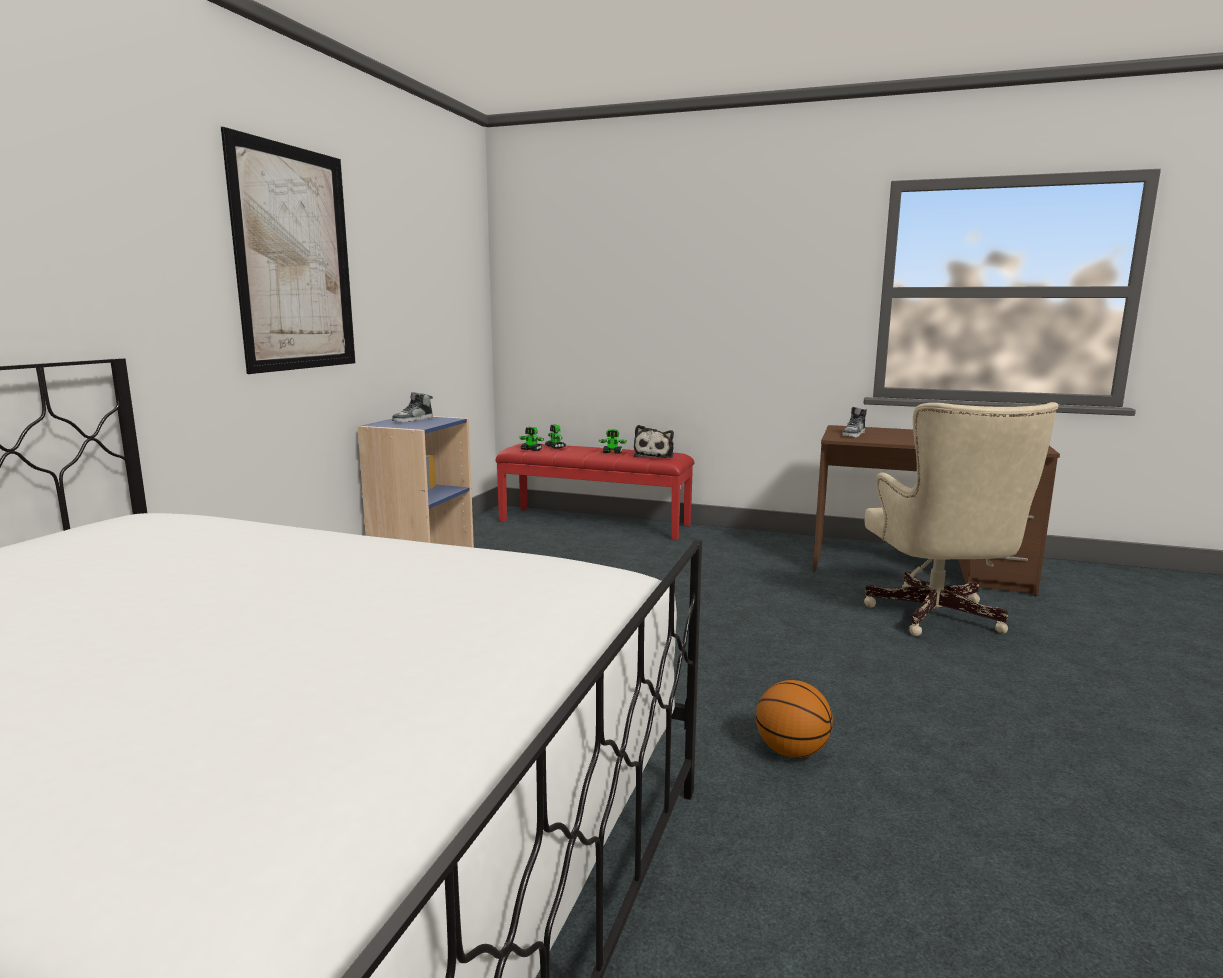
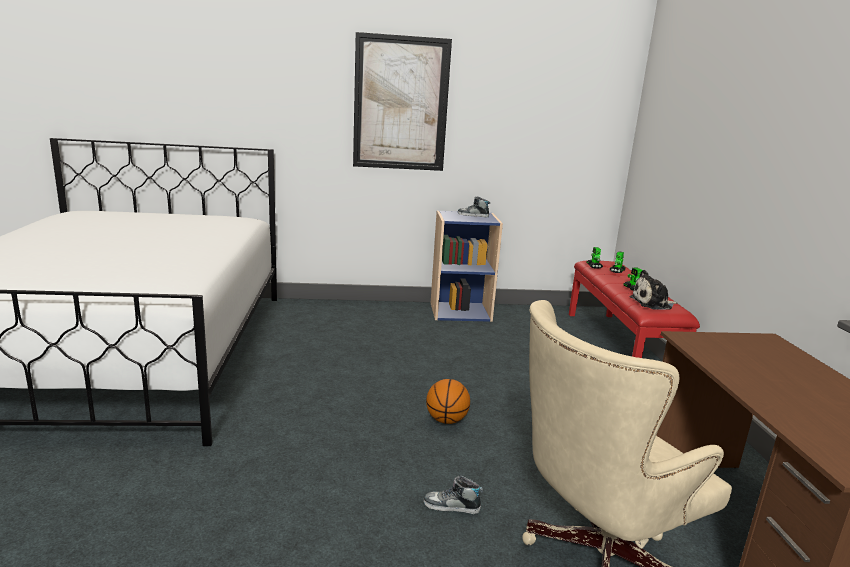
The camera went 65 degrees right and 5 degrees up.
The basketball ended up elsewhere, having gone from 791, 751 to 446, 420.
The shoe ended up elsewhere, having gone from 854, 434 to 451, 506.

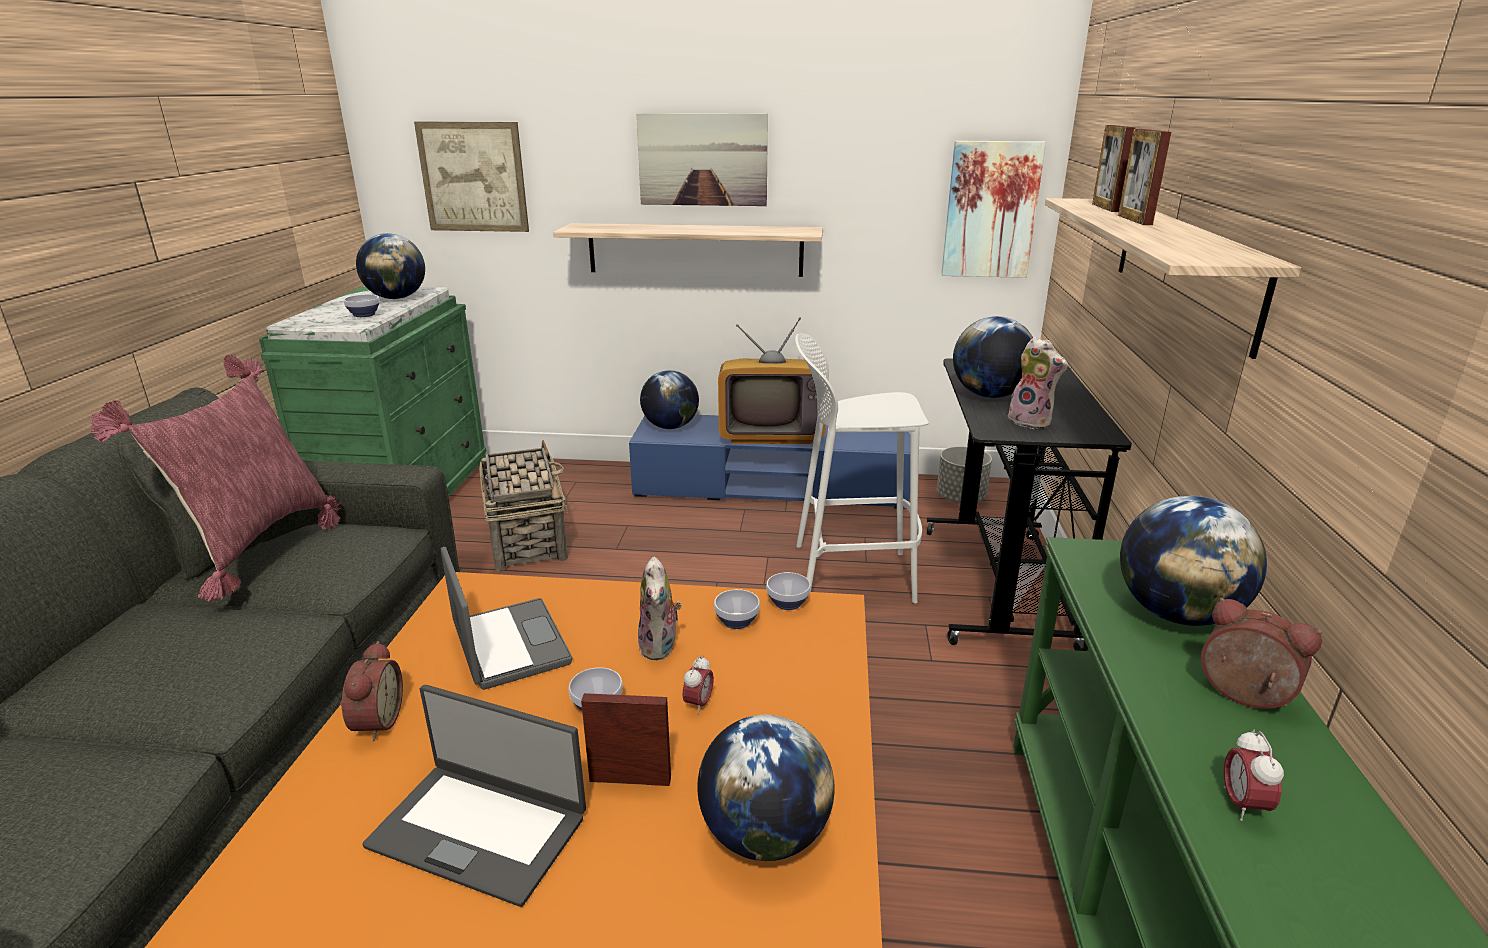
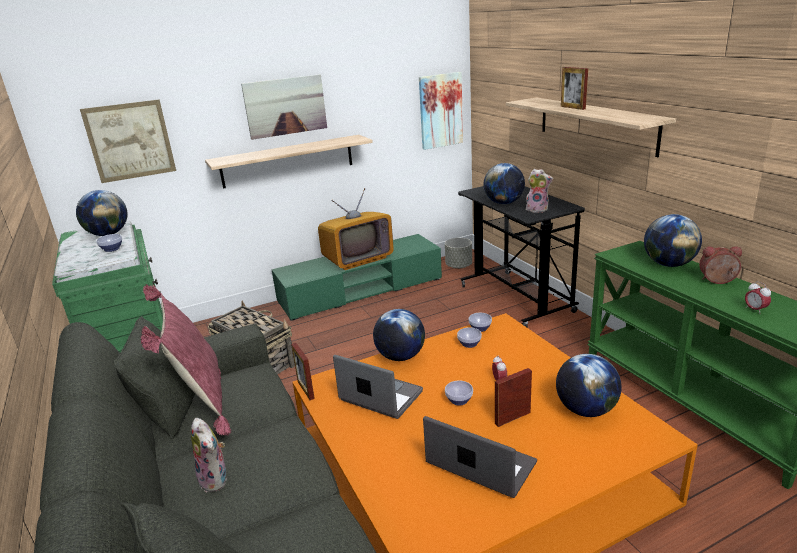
The camera went 30 degrees left and 0 degrees up.
The second view lost the alarm clock at 375, 722.
The second view lost the white stool at 849, 576.
The plush toy ended up elsewhere, having gone from 660, 647 to 216, 479.
The globe ended up elsewhere, having gone from 670, 427 to 400, 356.
The picture frame ended up elsewhere, having gone from 1105, 207 to 306, 390.
What was the blue tv stand at 771, 486 turned into the green tv stand at 361, 290.
The laptop at 479, 829 ended up facing another way, 135 degrees counterclockwise from before.

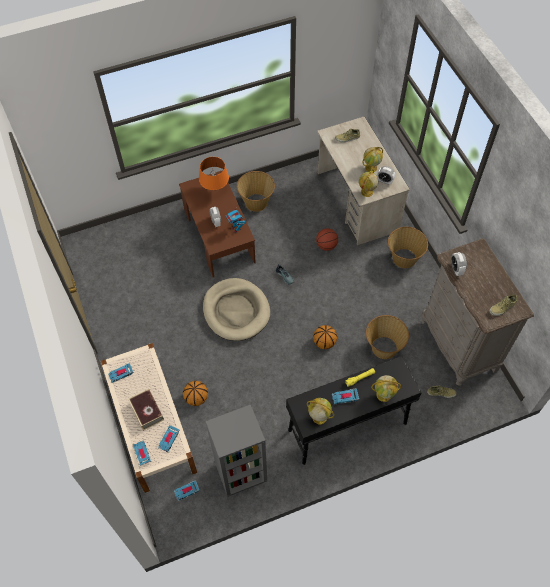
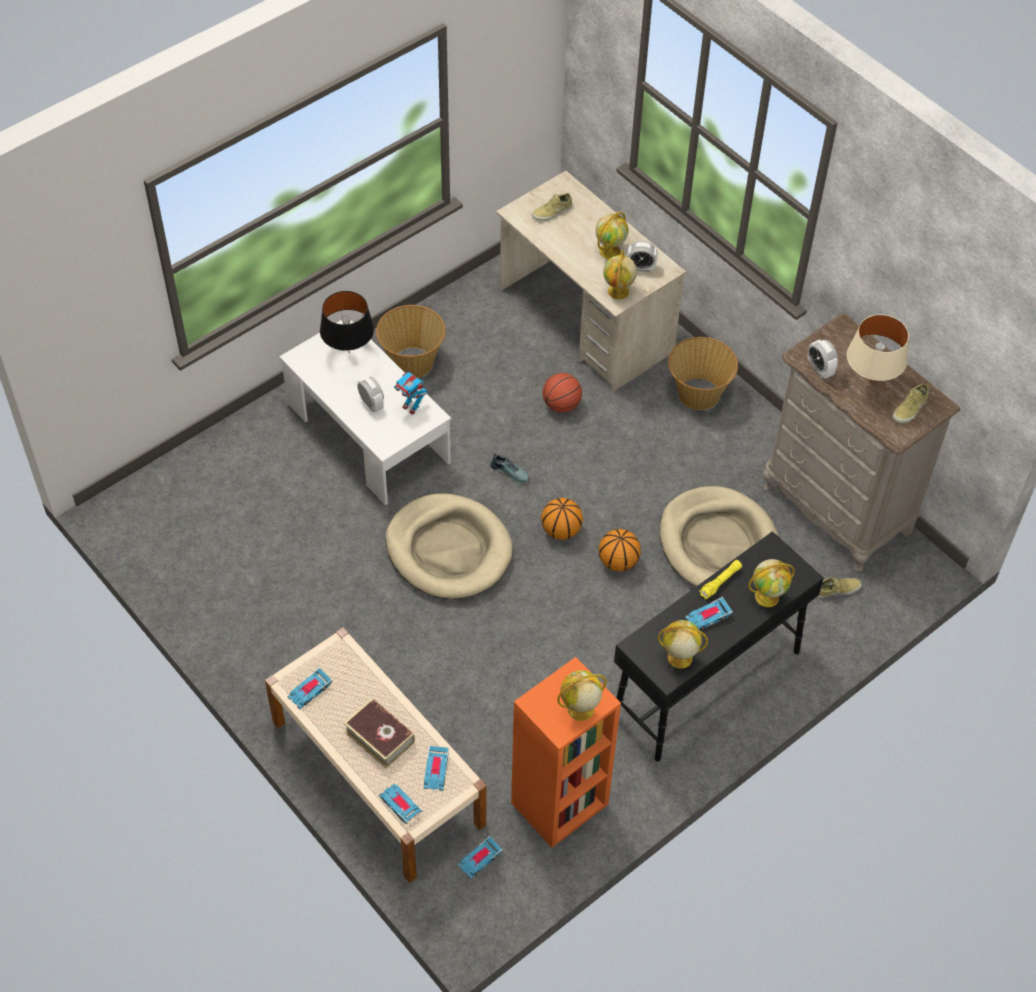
The camera went 20 degrees left and 5 degrees down.
The second view gained the globe at 579, 709.
The second view gained the beige table lamp at 869, 382.
The basketball ended up elsewhere, having gone from 196, 398 to 560, 530.
Where the basket stood at 383, 347, the beige dog bed came to stand at 718, 544.
What was the brown coffee table at 219, 235 turned into the white coffee table at 368, 433.
What was the orange table lamp at 215, 190 turned into the black table lamp at 349, 353.
What was the grey bookcase at 240, 473 turned into the orange bookcase at 559, 805.

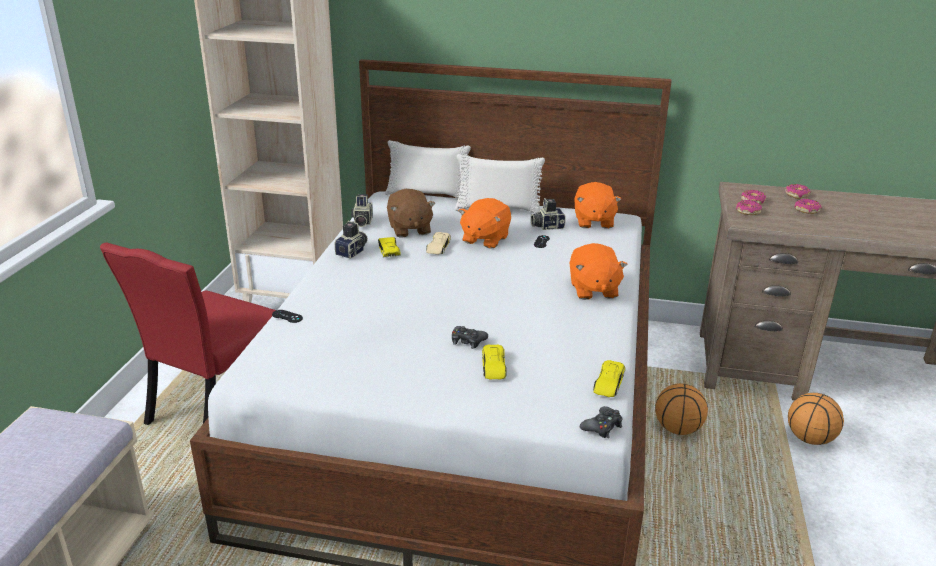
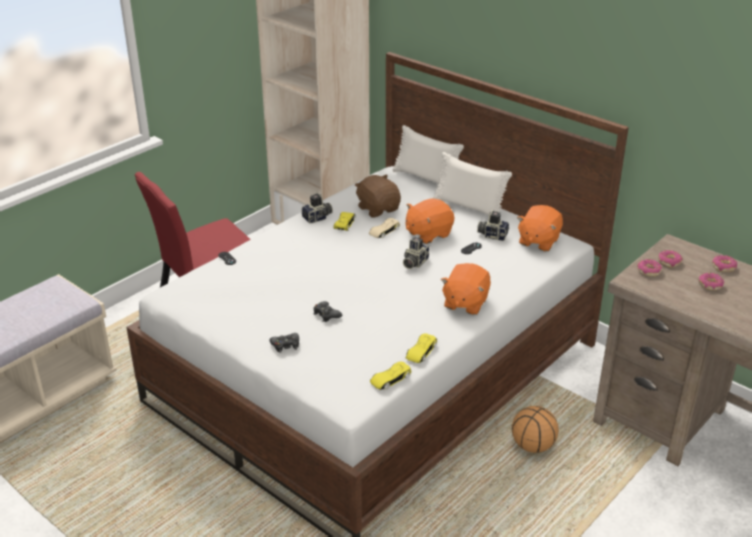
The camera went 30 degrees right and 5 degrees up.
The second view lost the basketball at 810, 439.
The photo camera ended up elsewhere, having gone from 362, 222 to 414, 262.
The yellow toy car ended up elsewhere, having gone from 494, 366 to 421, 351.
The black game controller ended up elsewhere, having gone from 602, 427 to 285, 345.
The brown plush toy at 409, 229 ended up facing another way, 135 degrees clockwise from before.

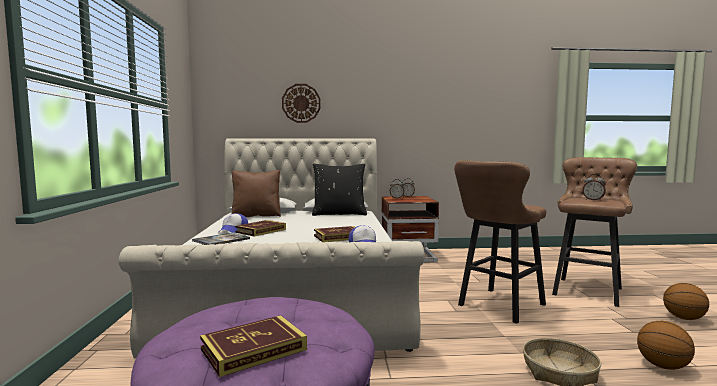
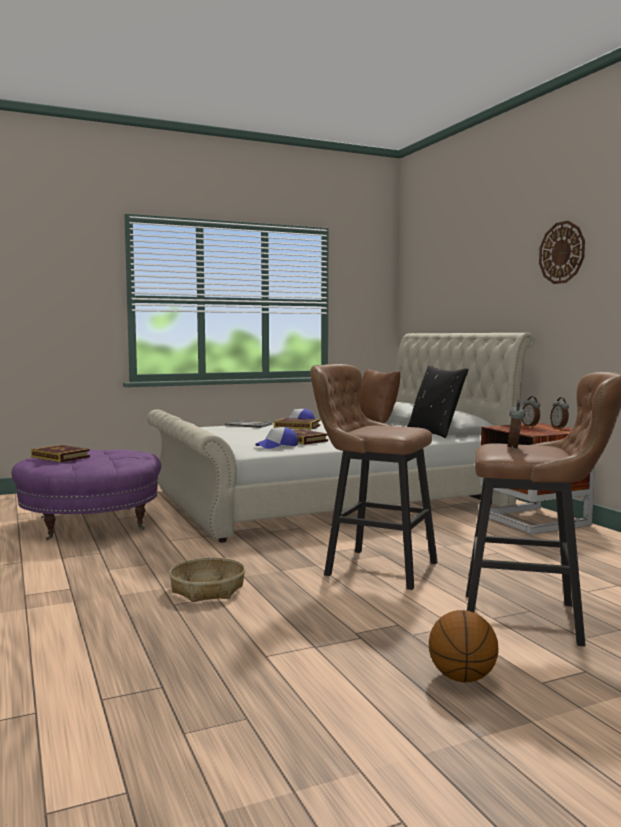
The camera went 70 degrees right and 0 degrees up.
The second view lost the basketball at 663, 366.
The wall clock ended up elsewhere, having gone from 301, 103 to 562, 252.

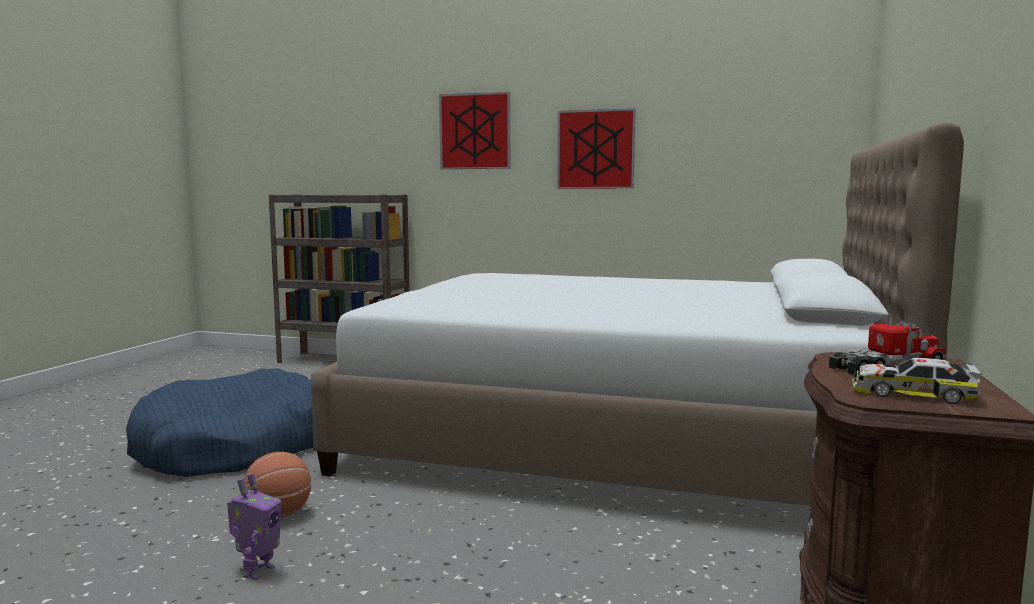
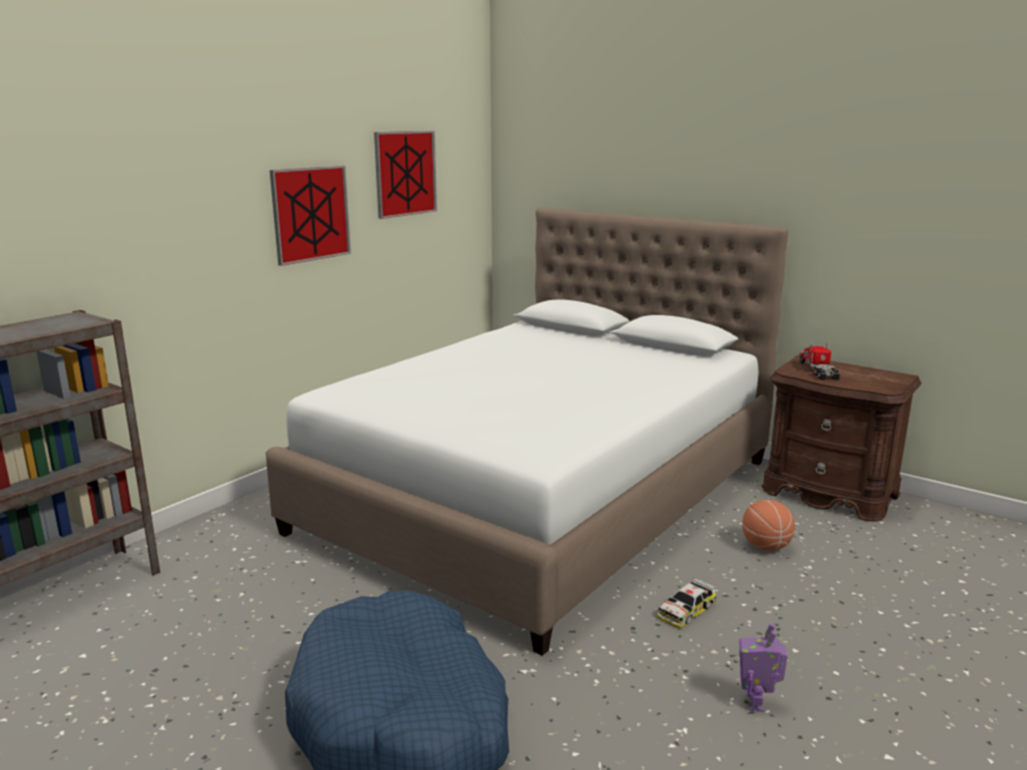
The camera went 70 degrees left and 10 degrees up.
The basketball ended up elsewhere, having gone from 279, 514 to 765, 546.
The picture ended up elsewhere, having gone from 475, 131 to 405, 173.
The toy car ended up elsewhere, having gone from 912, 394 to 686, 610.
The toy robot at 257, 571 ended up facing another way, 120 degrees counterclockwise from before.

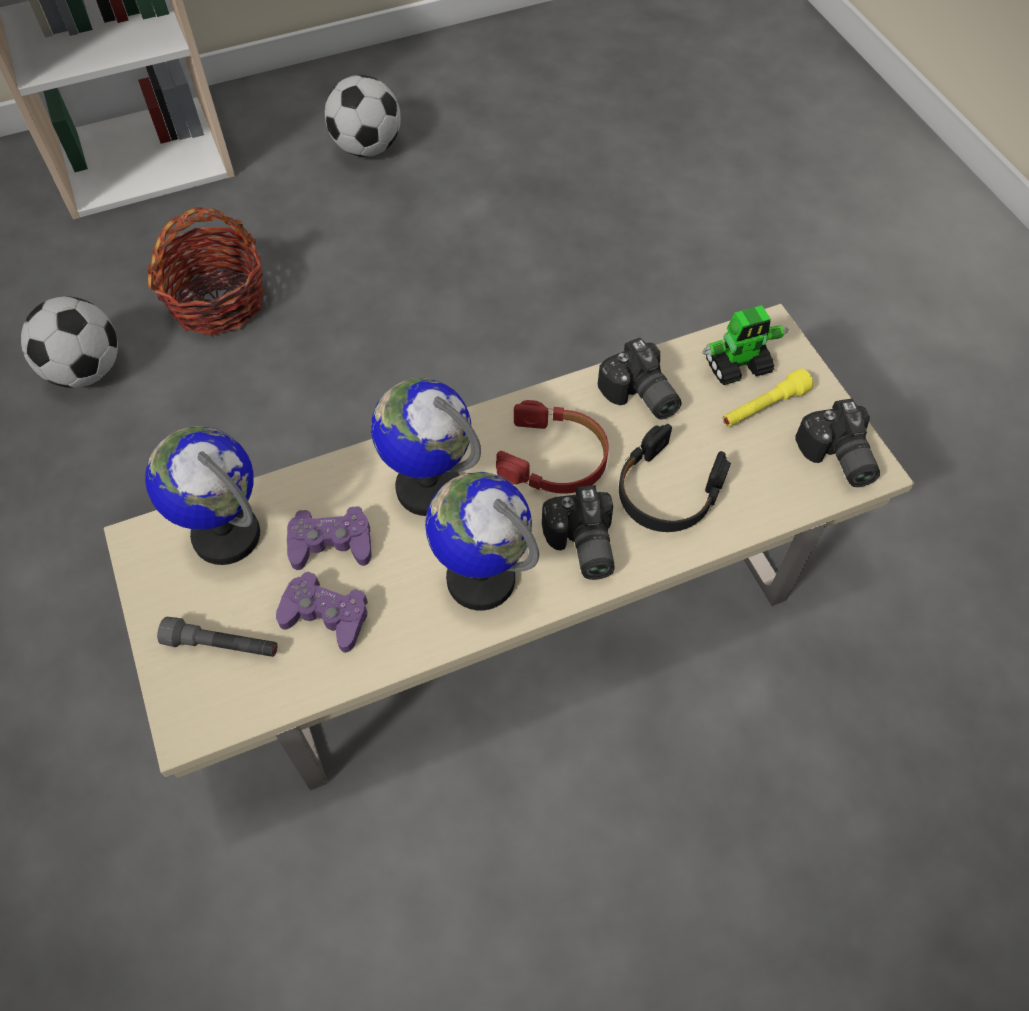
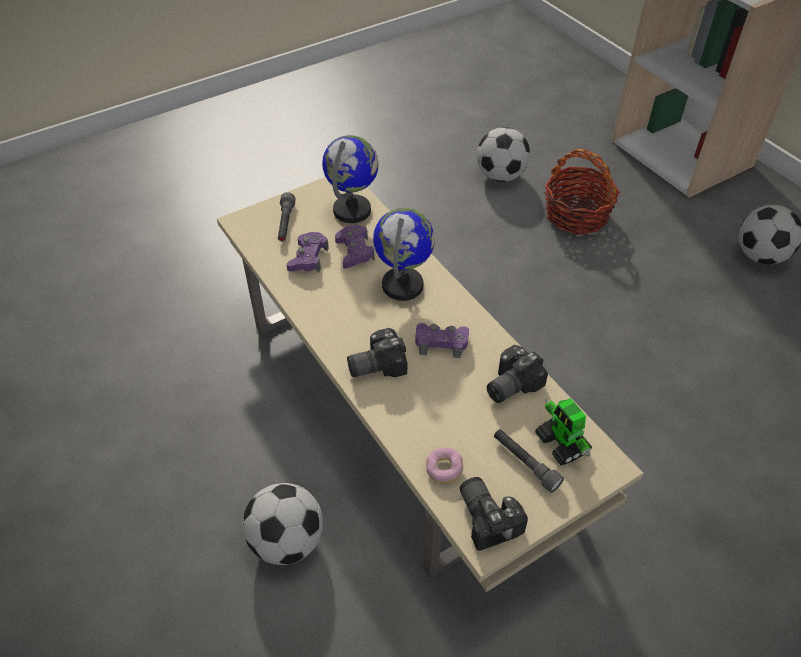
The camera went 80 degrees right and 10 degrees down.
The second view lost the globe at 481, 578.
The second view lost the black headphones at 667, 491.
The second view gained the football at 286, 542.
The second view gained the donut at 444, 470.
Where the red headphones stood at 554, 458, the purple game controller came to stand at 441, 343.
What was the yellow flashlight at 763, 407 turned into the grey flashlight at 525, 463.
The photo camera at 836, 458 ended up facing another way, 90 degrees clockwise from before.

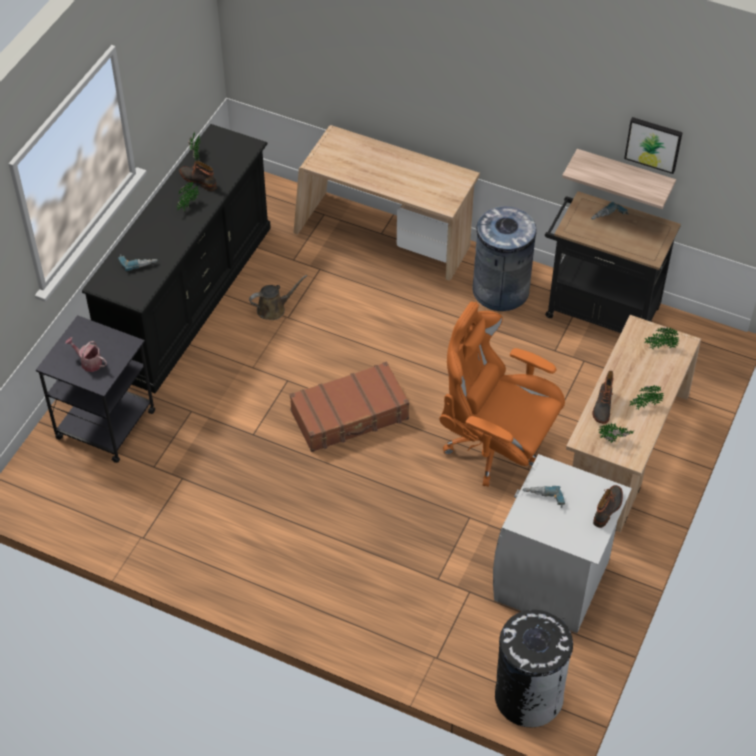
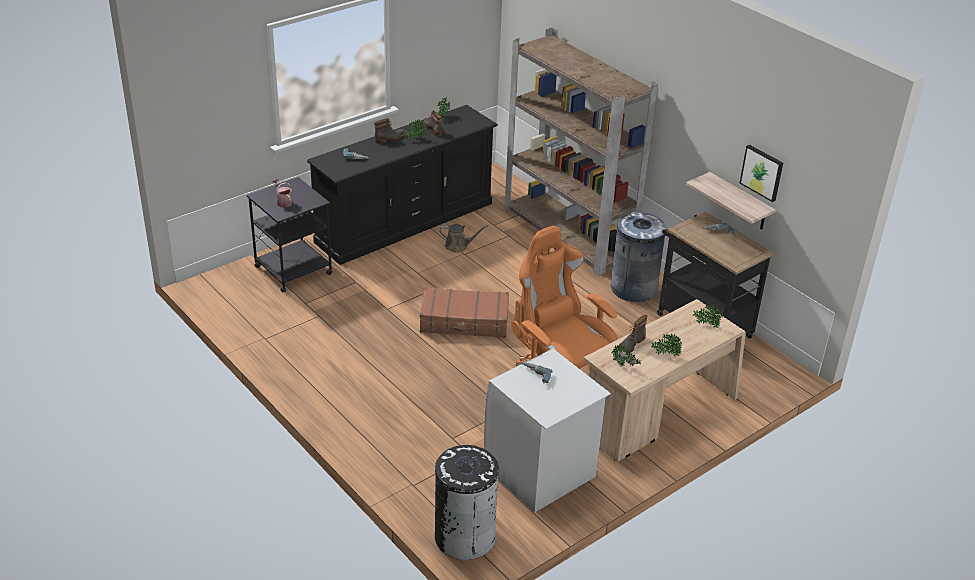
The camera went 25 degrees right and 15 degrees down.
The boot ended up elsewhere, having gone from 608, 508 to 390, 138.
Where the beige desk stood at 384, 239, the brown bookcase came to stand at 568, 233.

